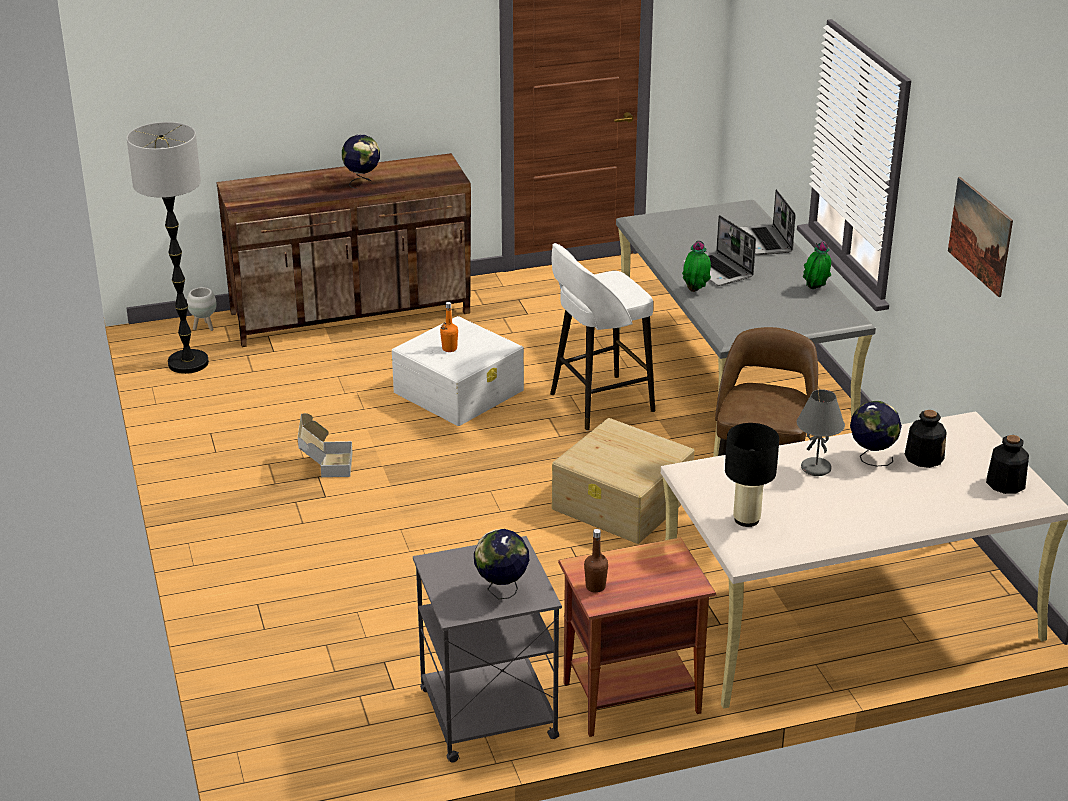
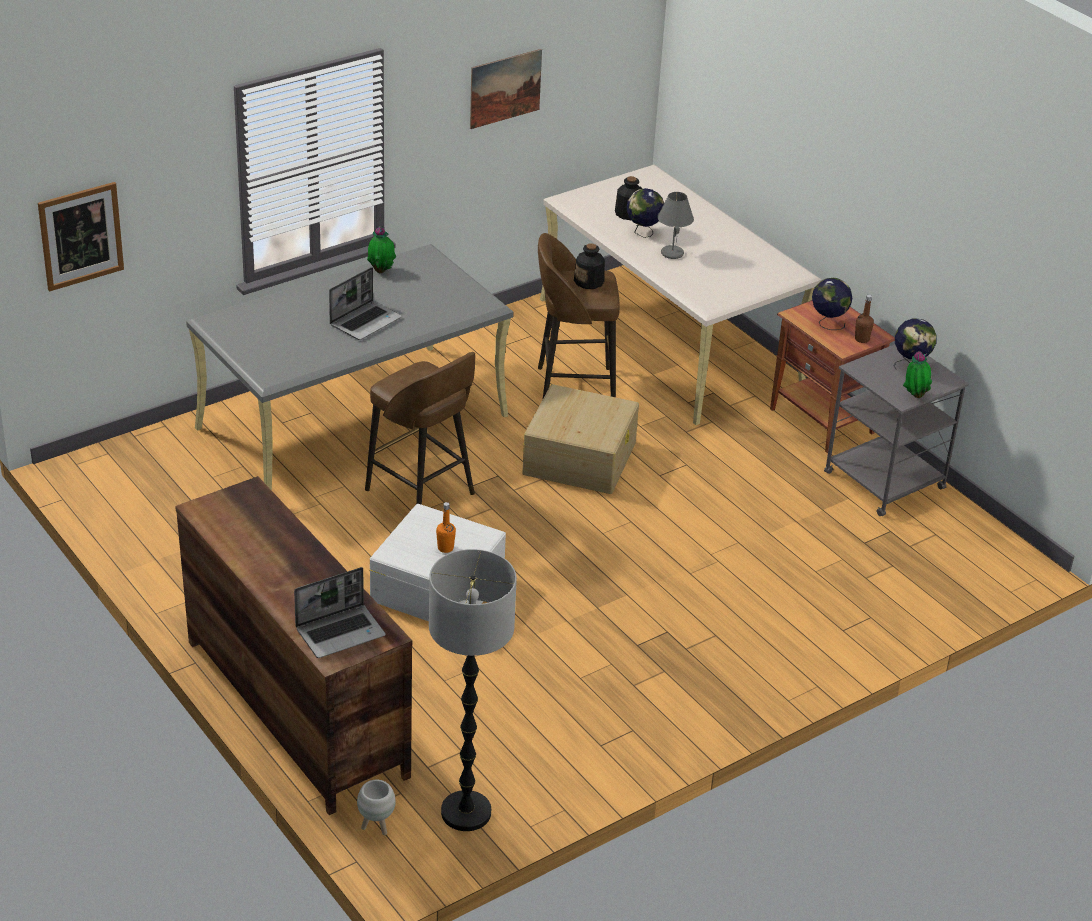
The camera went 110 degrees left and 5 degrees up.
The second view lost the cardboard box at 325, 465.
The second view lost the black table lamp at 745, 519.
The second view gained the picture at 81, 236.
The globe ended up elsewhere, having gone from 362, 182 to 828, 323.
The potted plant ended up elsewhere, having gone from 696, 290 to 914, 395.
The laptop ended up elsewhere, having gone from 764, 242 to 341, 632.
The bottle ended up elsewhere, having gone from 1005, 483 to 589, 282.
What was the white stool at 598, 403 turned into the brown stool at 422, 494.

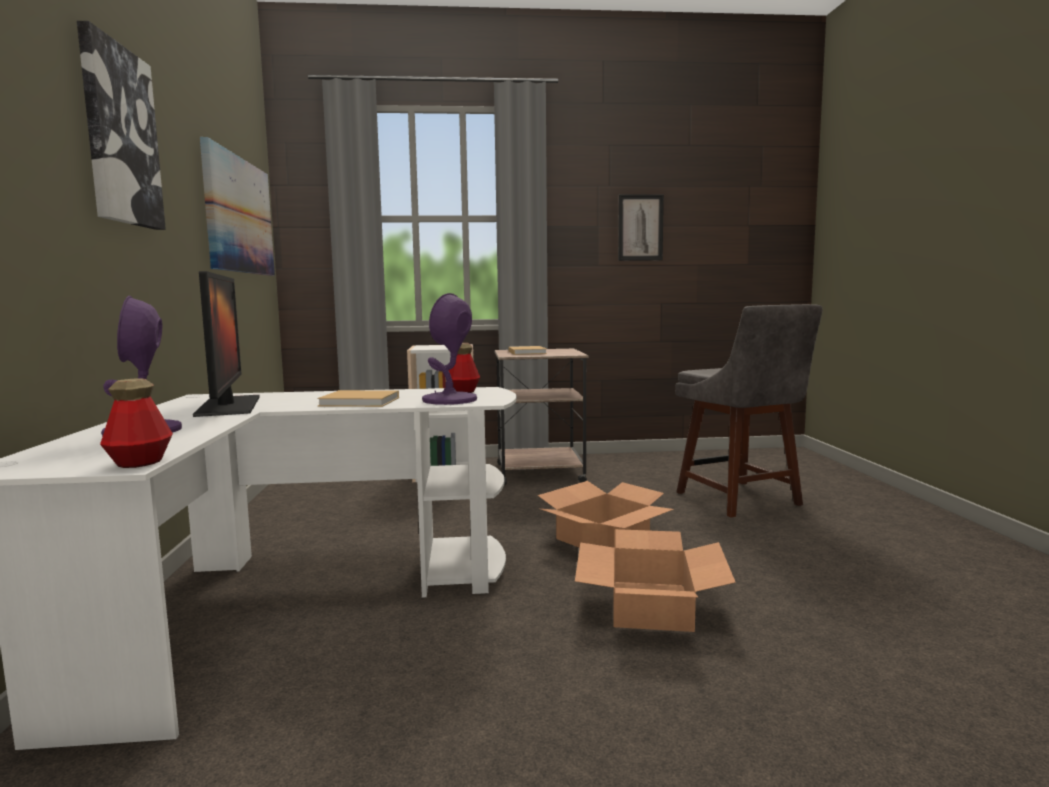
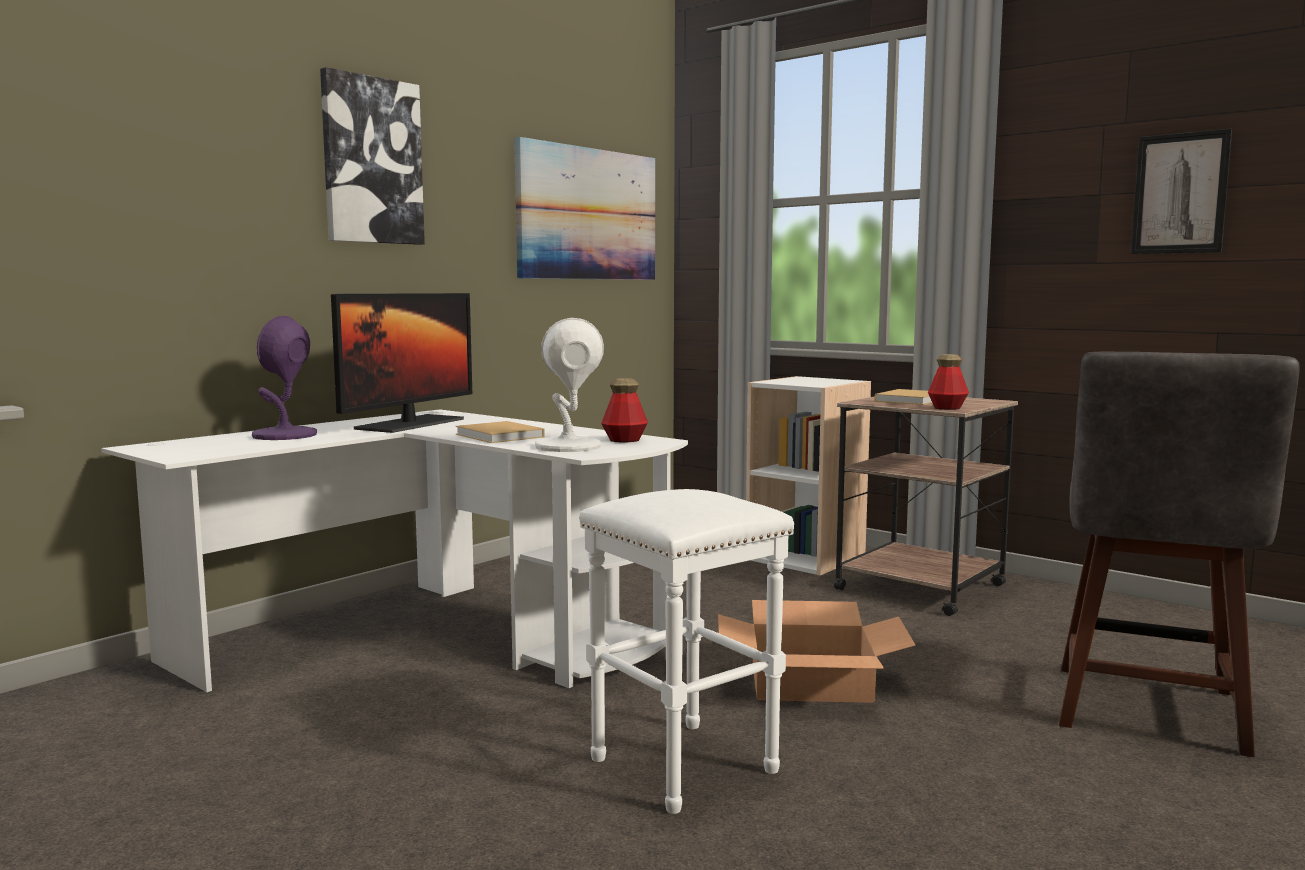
The camera went 45 degrees right and 0 degrees up.
The bottle ended up elsewhere, having gone from 140, 462 to 947, 408.
Where the cardboard box stood at 650, 605, the white stool came to stand at 683, 767.
What was the purple table lamp at 449, 400 turned into the white table lamp at 567, 446.

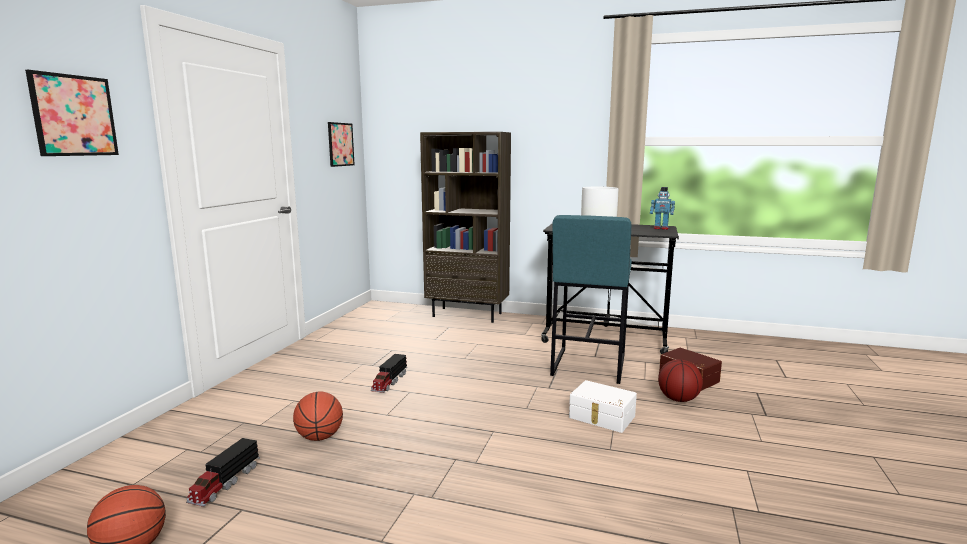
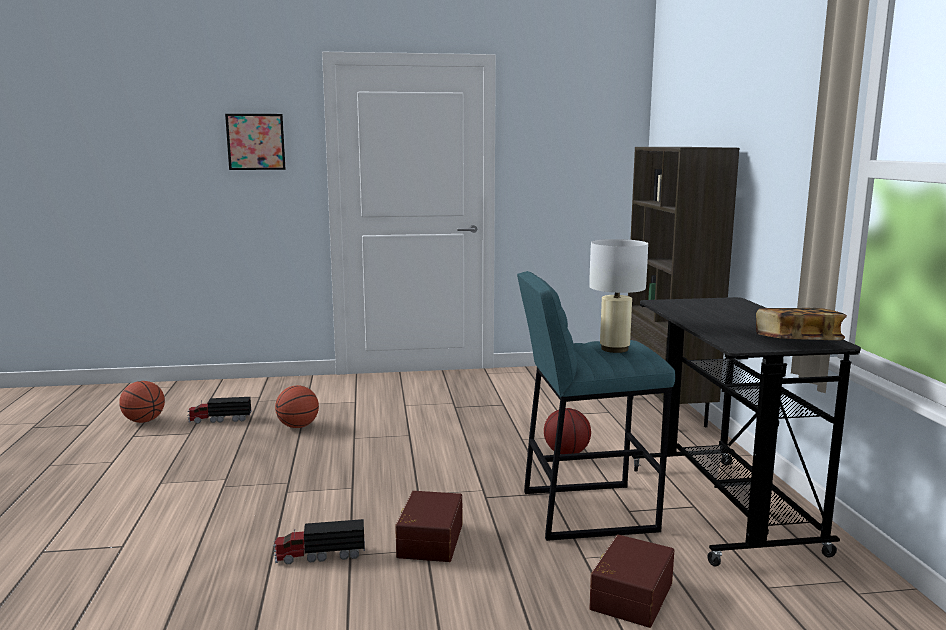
The camera went 65 degrees right and 0 degrees up.
The second view lost the picture at 340, 144.
The toy truck ended up elsewhere, having gone from 389, 382 to 319, 555.
The basketball ended up elsewhere, having gone from 678, 399 to 566, 453.
Where the toy robot stood at 661, 228, the book came to stand at 797, 341.
What was the white storage box at 601, 417 turned into the brown storage box at 428, 540.

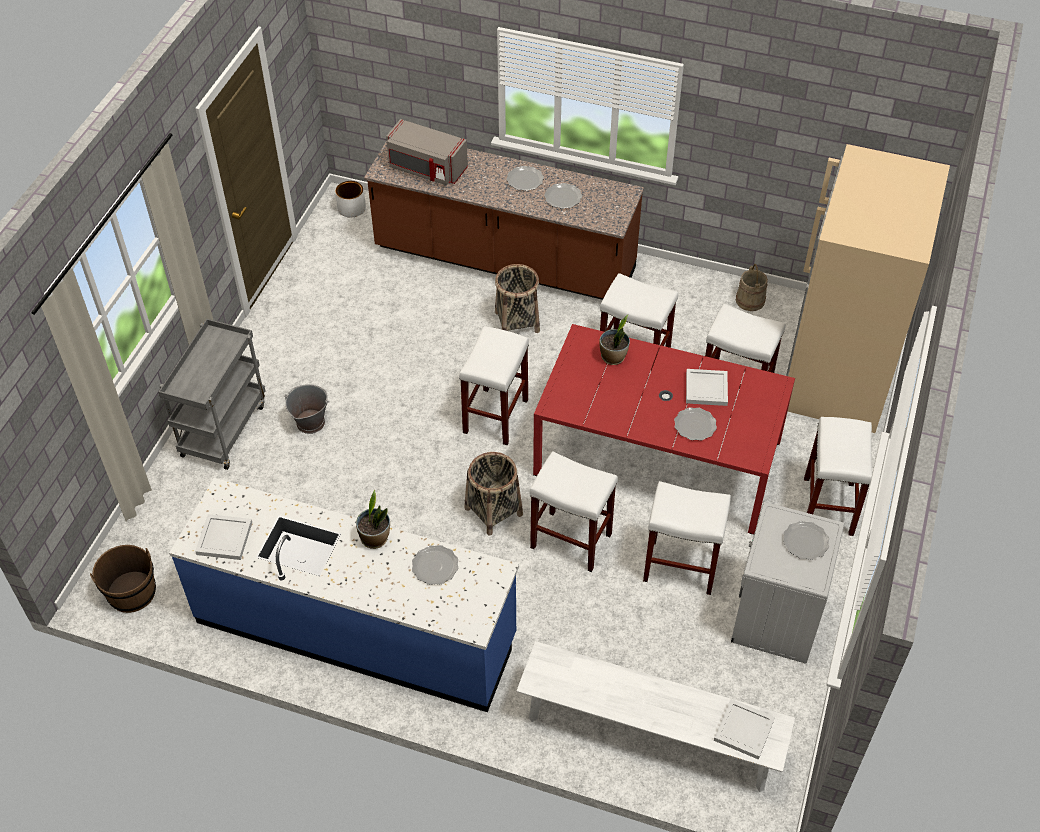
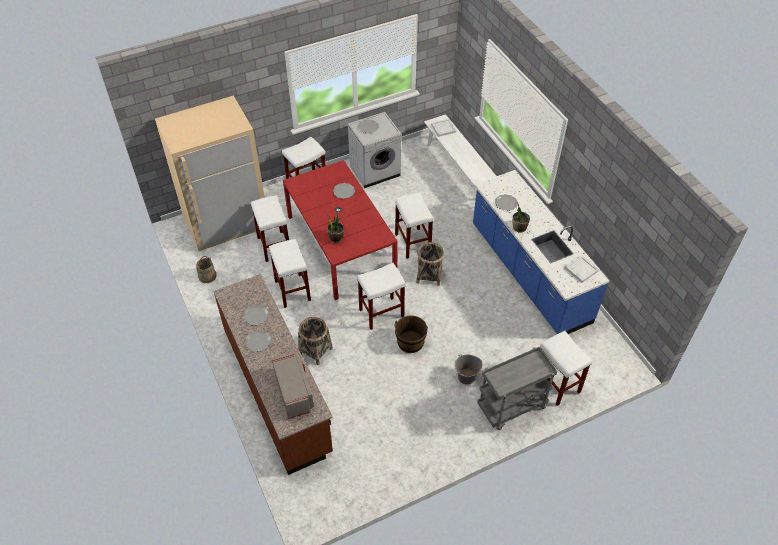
The camera went 135 degrees left and 0 degrees up.
The second view lost the white planter at 351, 208.
The second view lost the white tray at 705, 389.
The brown bucket ended up elsewhere, having gone from 132, 592 to 410, 342.
The white stool ended up elsewhere, having gone from 679, 567 to 557, 384.

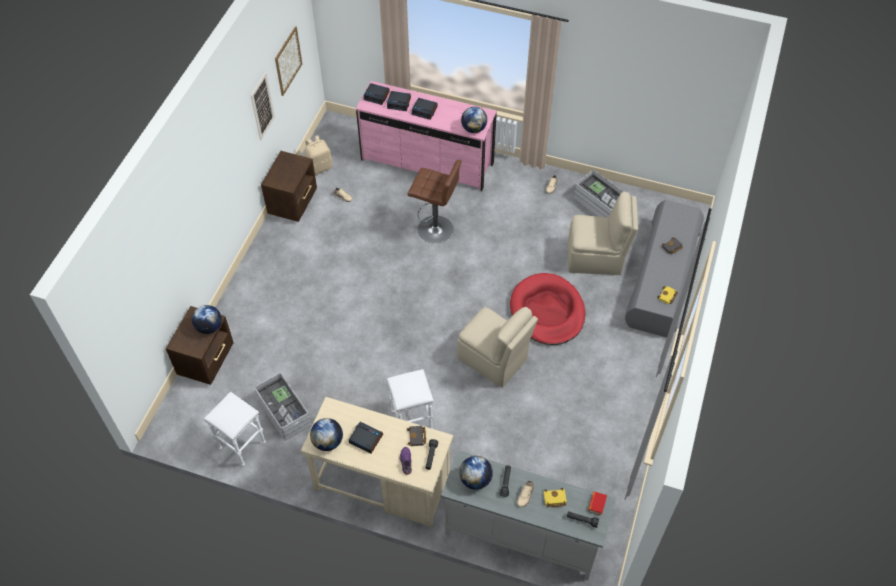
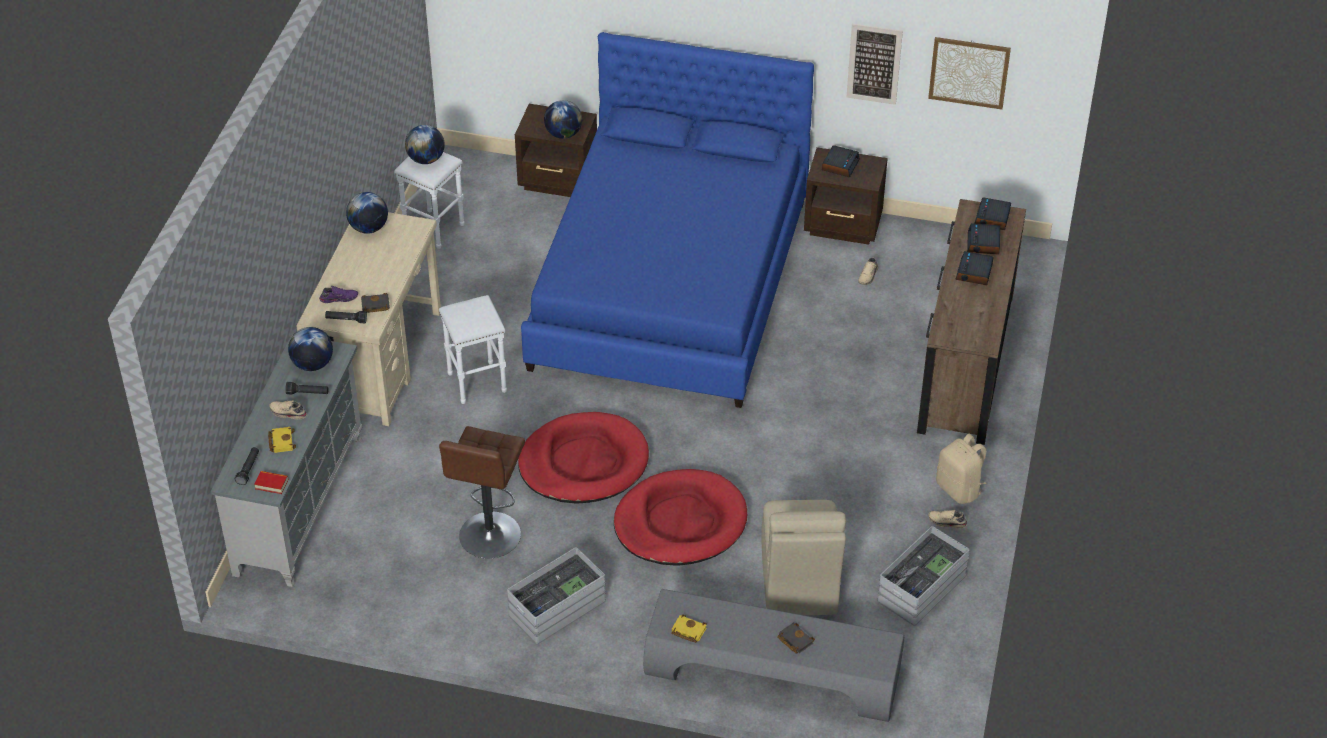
The camera went 85 degrees right and 10 degrees down.
The second view gained the blue bed at 671, 284.
The grey storage box ended up elsewhere, having gone from 285, 412 to 557, 608.
The beige backpack ended up elsewhere, having gone from 319, 167 to 959, 489.
The alarm clock ended up elsewhere, having gone from 365, 439 to 840, 165.
The brown stool ended up elsewhere, having gone from 435, 230 to 489, 535.
The globe ended up elsewhere, having gone from 473, 129 to 426, 159.
Where the beige chair stood at 493, 360, the red dog bed came to stand at 583, 463.
What was the pink dresser at 427, 162 turned into the brown dresser at 964, 364.

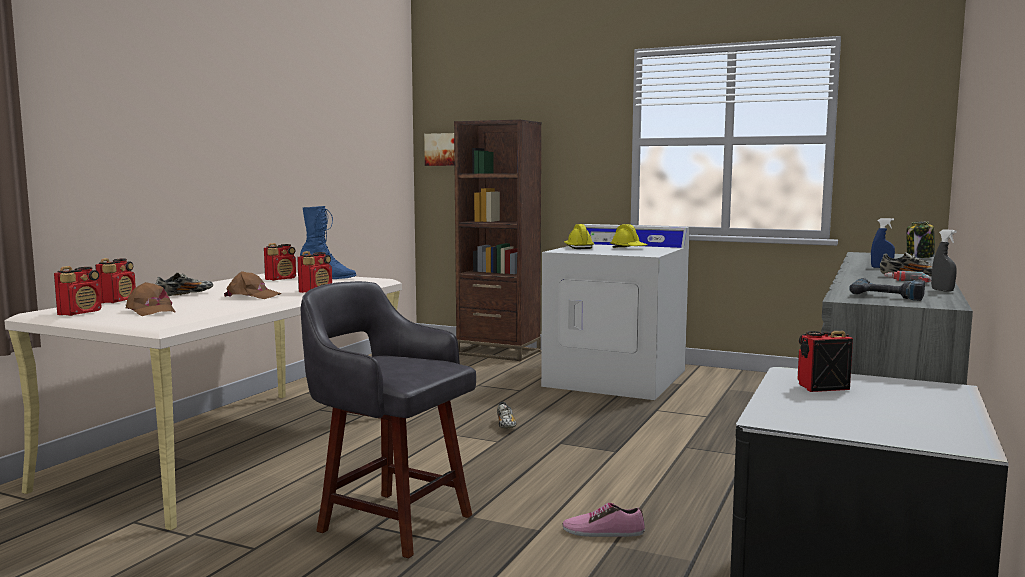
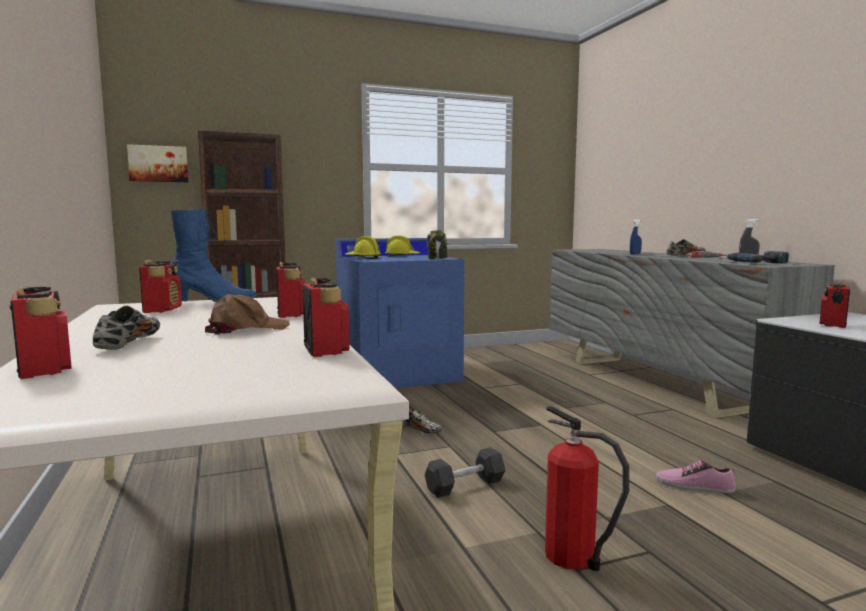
The camera went 45 degrees left and 0 degrees up.
The second view lost the brown cap at 151, 311.
The second view gained the grey dumbbell at 465, 485.
The radio ended up elsewhere, having gone from 80, 313 to 325, 350.
The jar ended up elsewhere, having gone from 919, 257 to 437, 258.
Where the grey stool stood at 390, 522, the fire extinguisher came to stand at 574, 557.
What was the white washing machine at 616, 378 turned into the blue washing machine at 398, 372.
The shoe at 603, 531 ended up facing another way, 60 degrees clockwise from before.

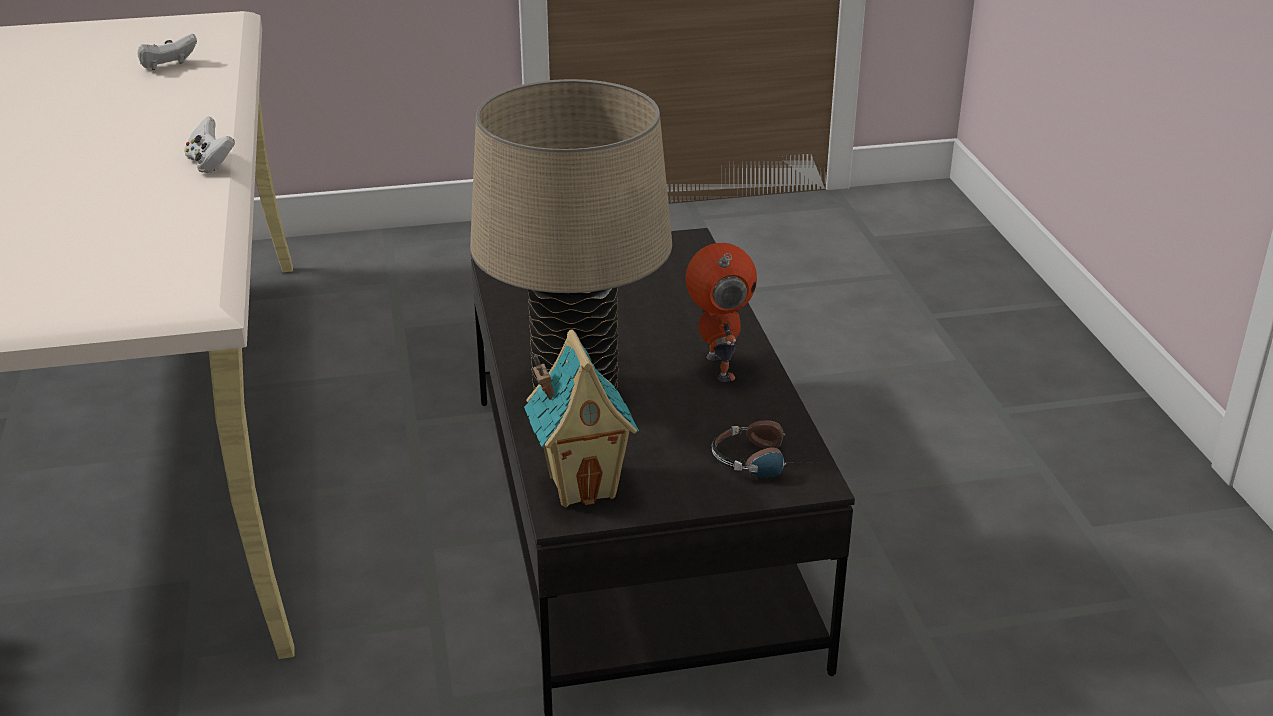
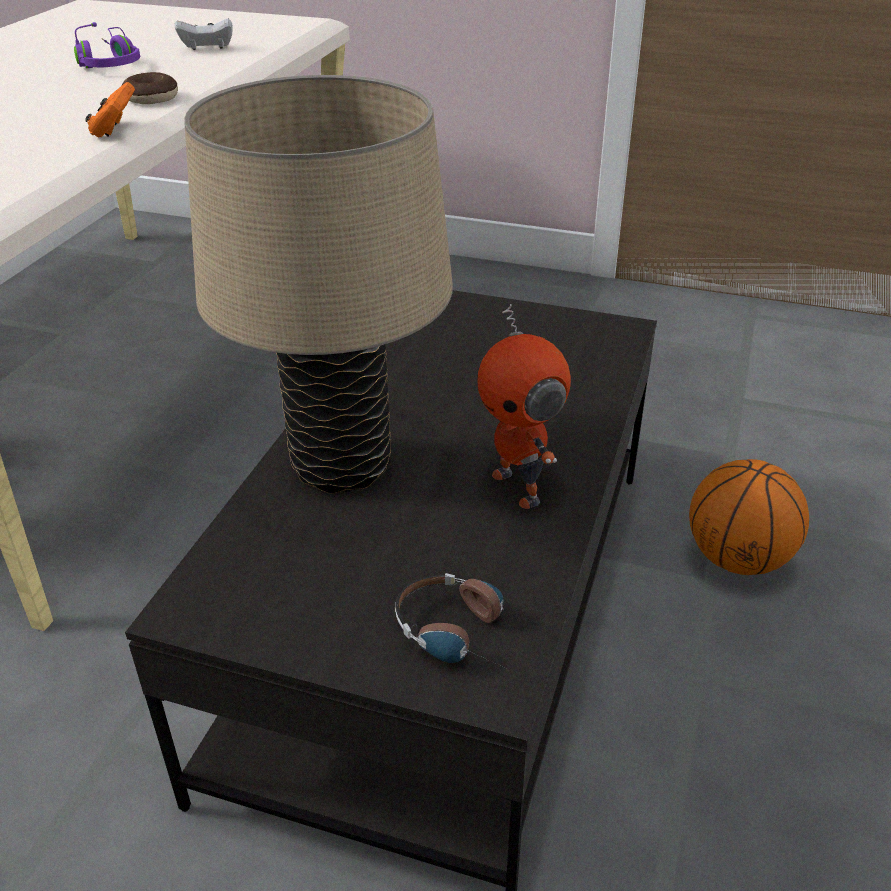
The camera went 30 degrees right and 5 degrees up.
The second view lost the toy house at 583, 485.
The second view gained the purple headphones at 111, 64.
The second view gained the donut at 151, 98.
The second view gained the basketball at 738, 559.
What was the white game controller at 210, 164 turned into the orange game controller at 115, 130.
The toy robot at 717, 367 ended up facing another way, 135 degrees clockwise from before.

